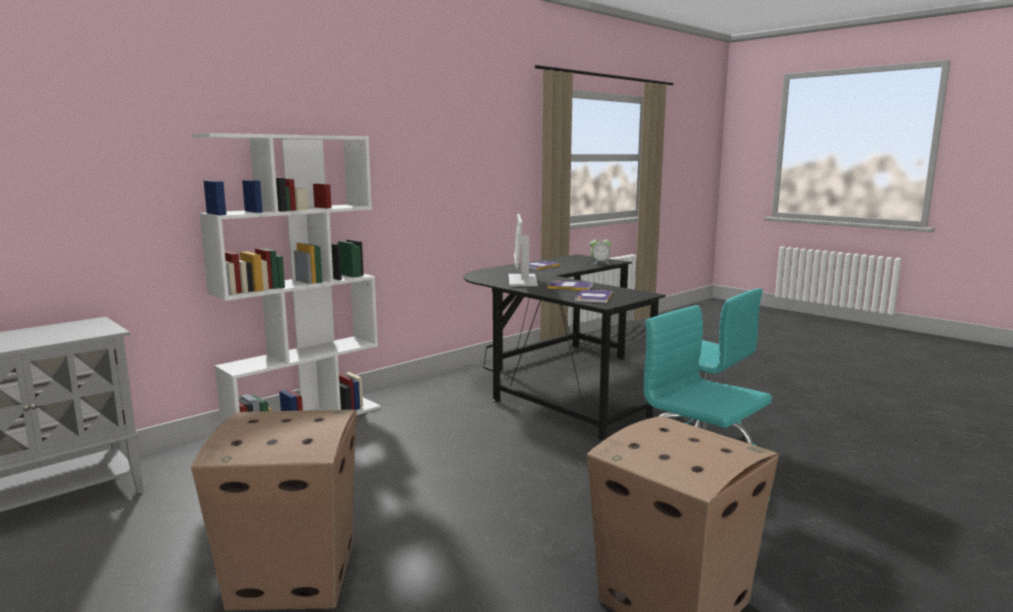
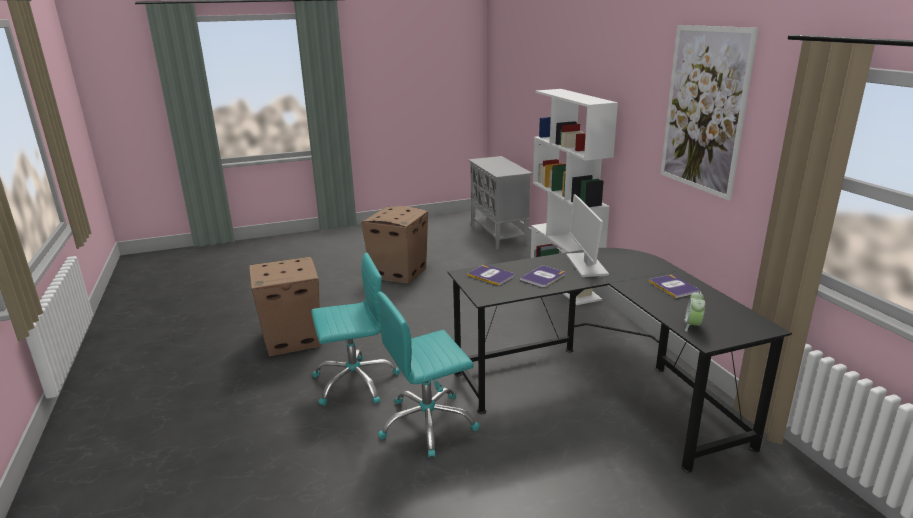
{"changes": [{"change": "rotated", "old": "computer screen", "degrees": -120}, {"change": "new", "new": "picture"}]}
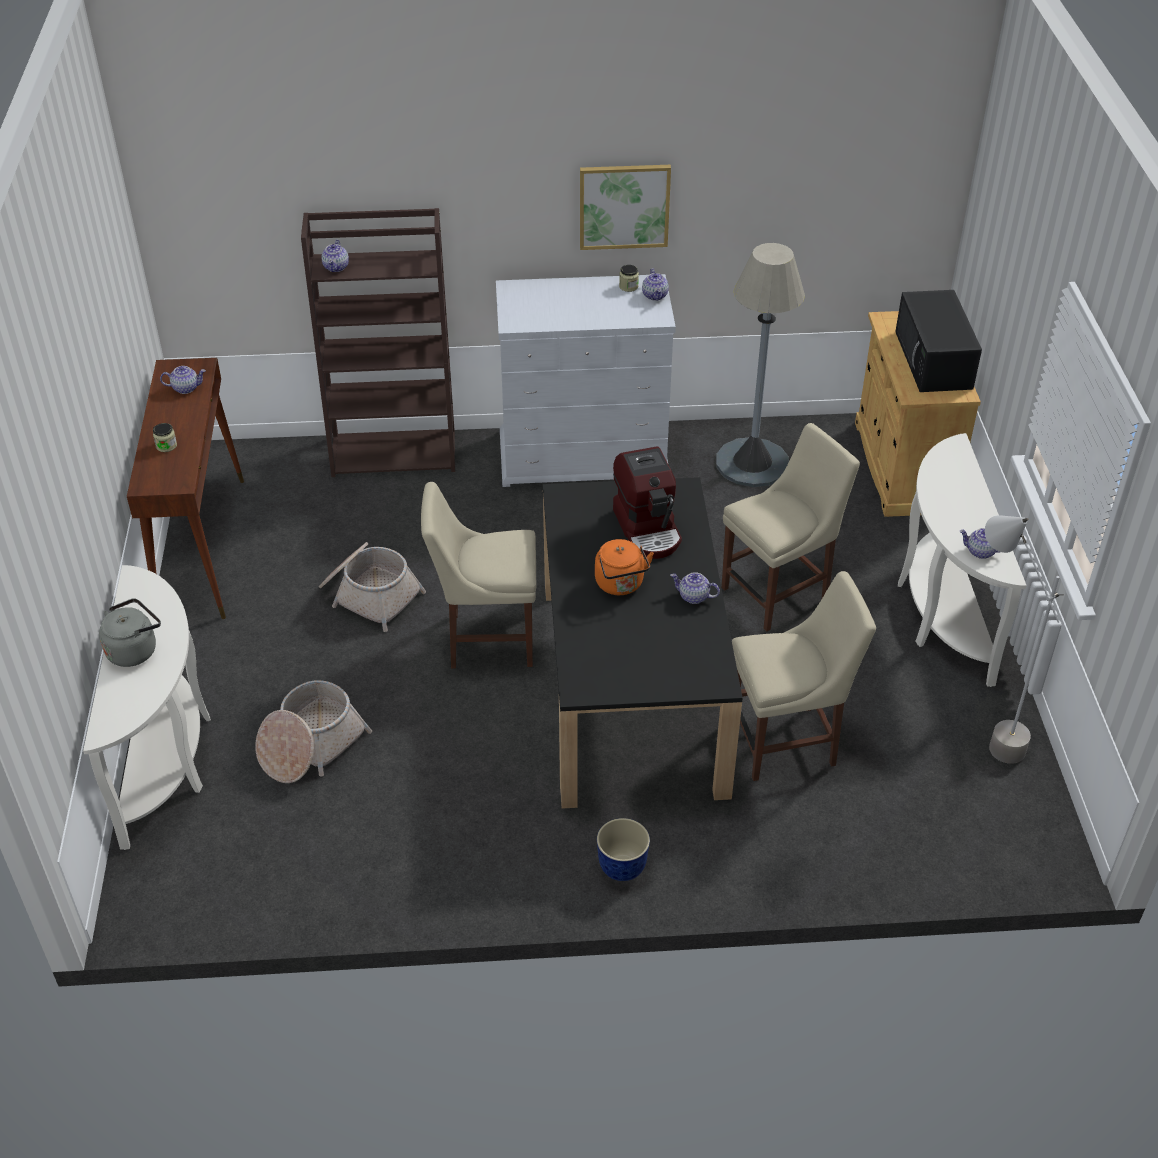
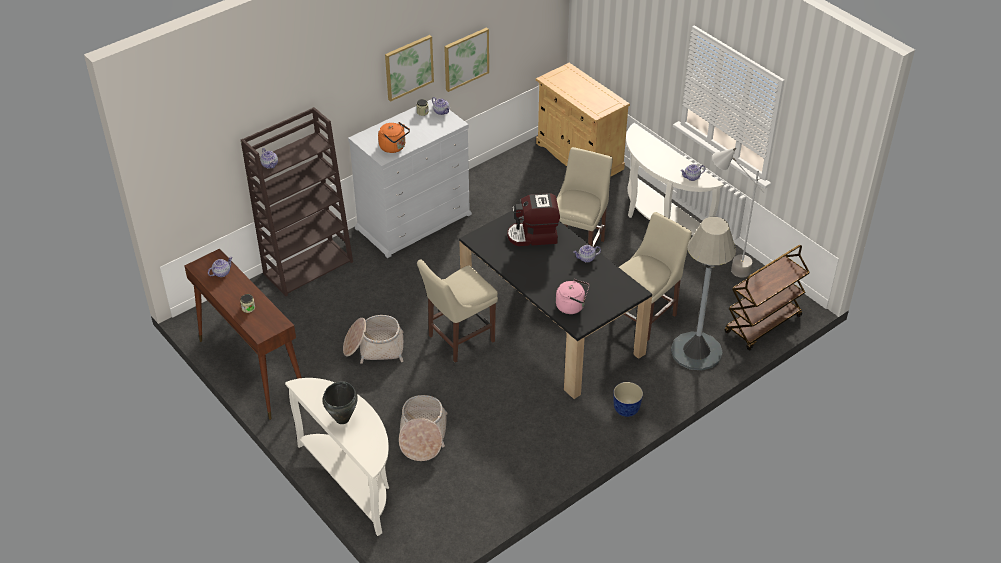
{"changes": [{"change": "swapped", "old": "water kettle (greyish)", "new": "stockpot (blackish)"}, {"change": "shifted", "old": "water kettle (orange-coloured)"}, {"change": "rotated", "old": "coffee maker", "degrees": 135}, {"change": "shifted", "old": "standard lamp (greyish) (no. 1 from left)"}, {"change": "gone", "old": "kitchen microwave (blackish)"}, {"change": "new", "new": "picture (no. 2 from left)"}, {"change": "new", "new": "water kettle (pink)"}, {"change": "new", "new": "trolley (brownish)"}]}
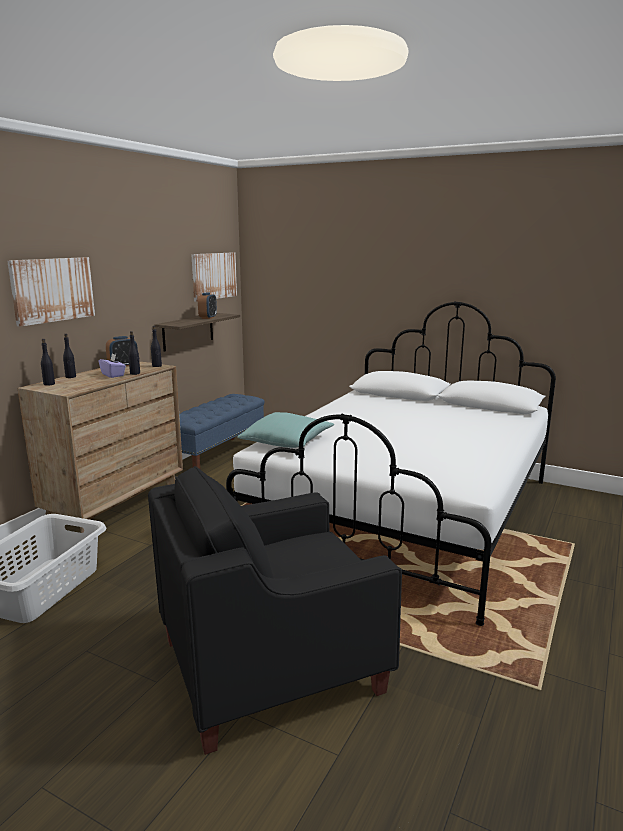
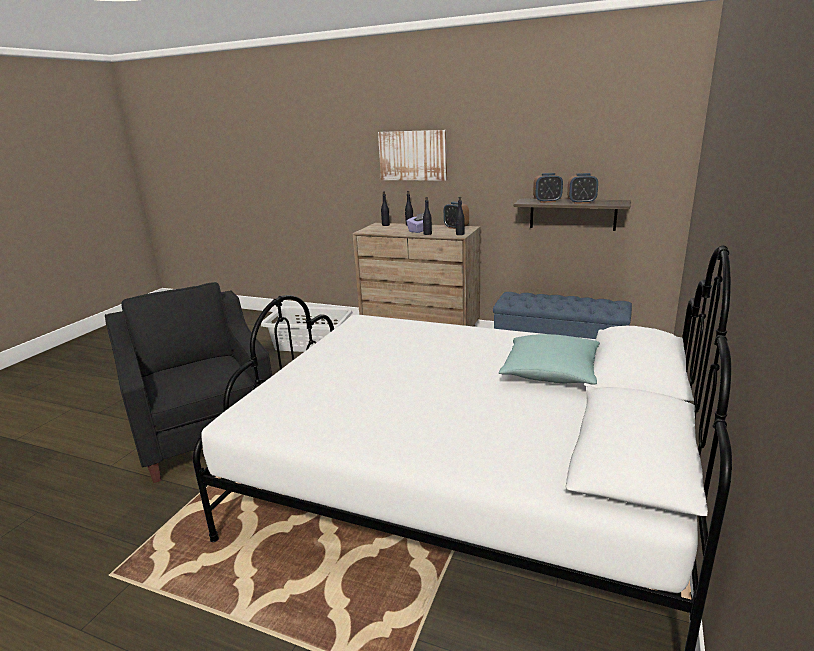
{"changes": [{"change": "gone", "old": "picture (no. 2 from left)"}, {"change": "shifted", "old": "throw pillow (turquoise)"}, {"change": "new", "new": "table clock (no. 2 from left)"}]}
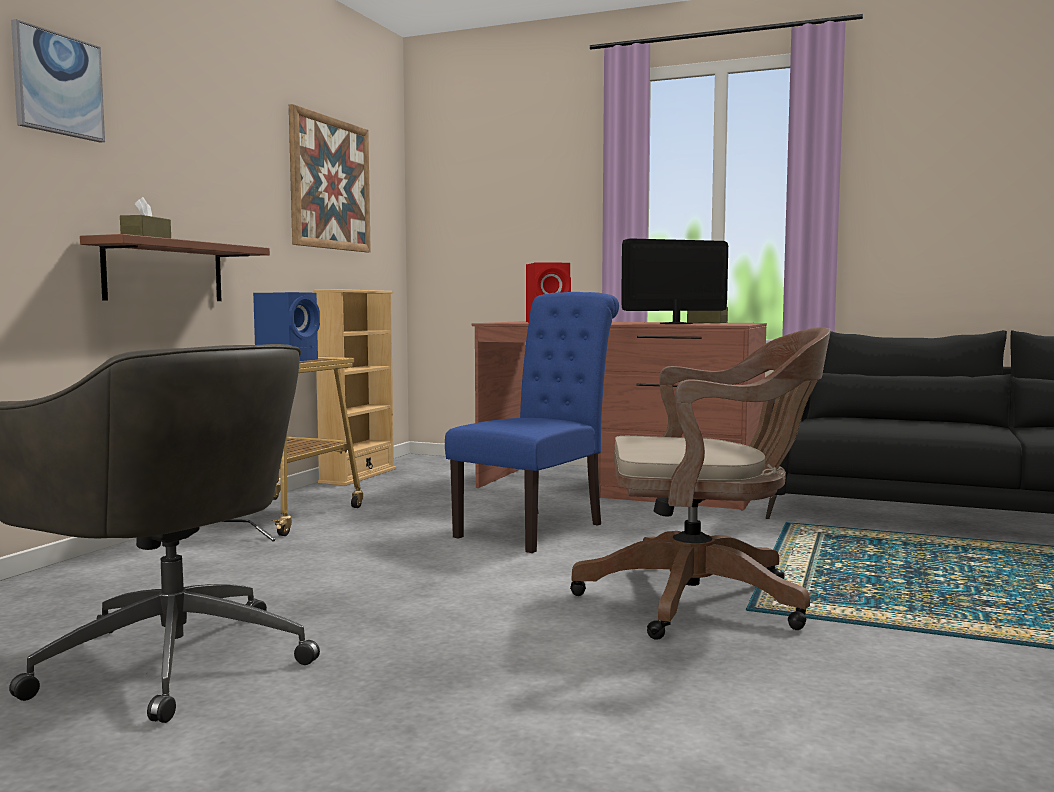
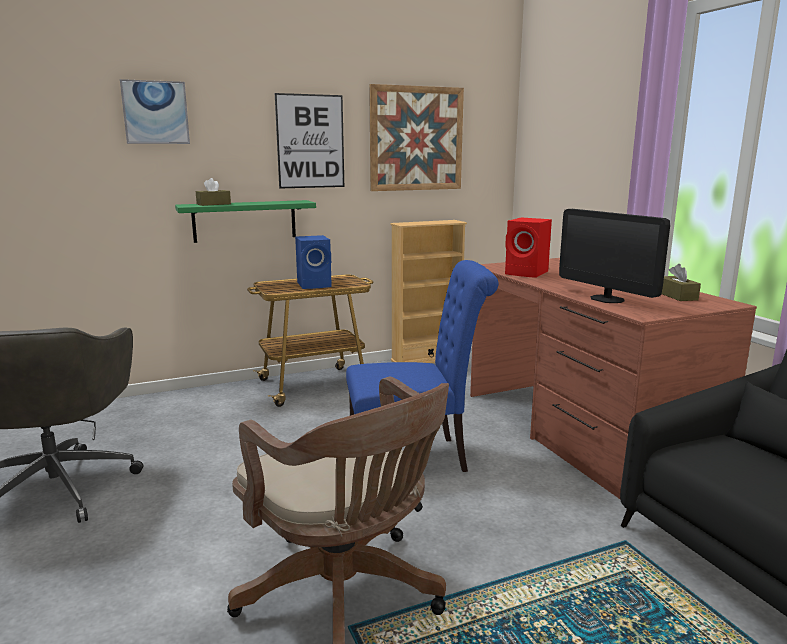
{"changes": [{"change": "repainted", "old": "shelf (brownish)", "new": "shelf (green)"}, {"change": "rotated", "old": "computer screen", "degrees": -150}, {"change": "new", "new": "picture (no. 2 from left)"}]}
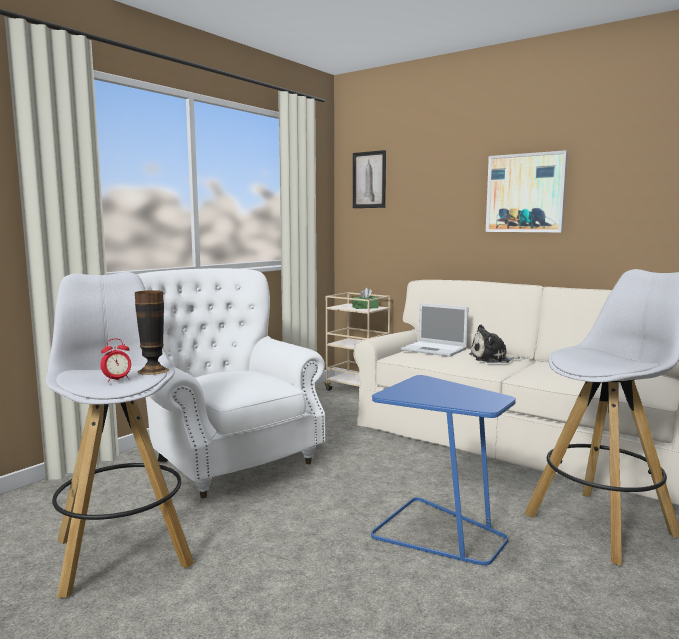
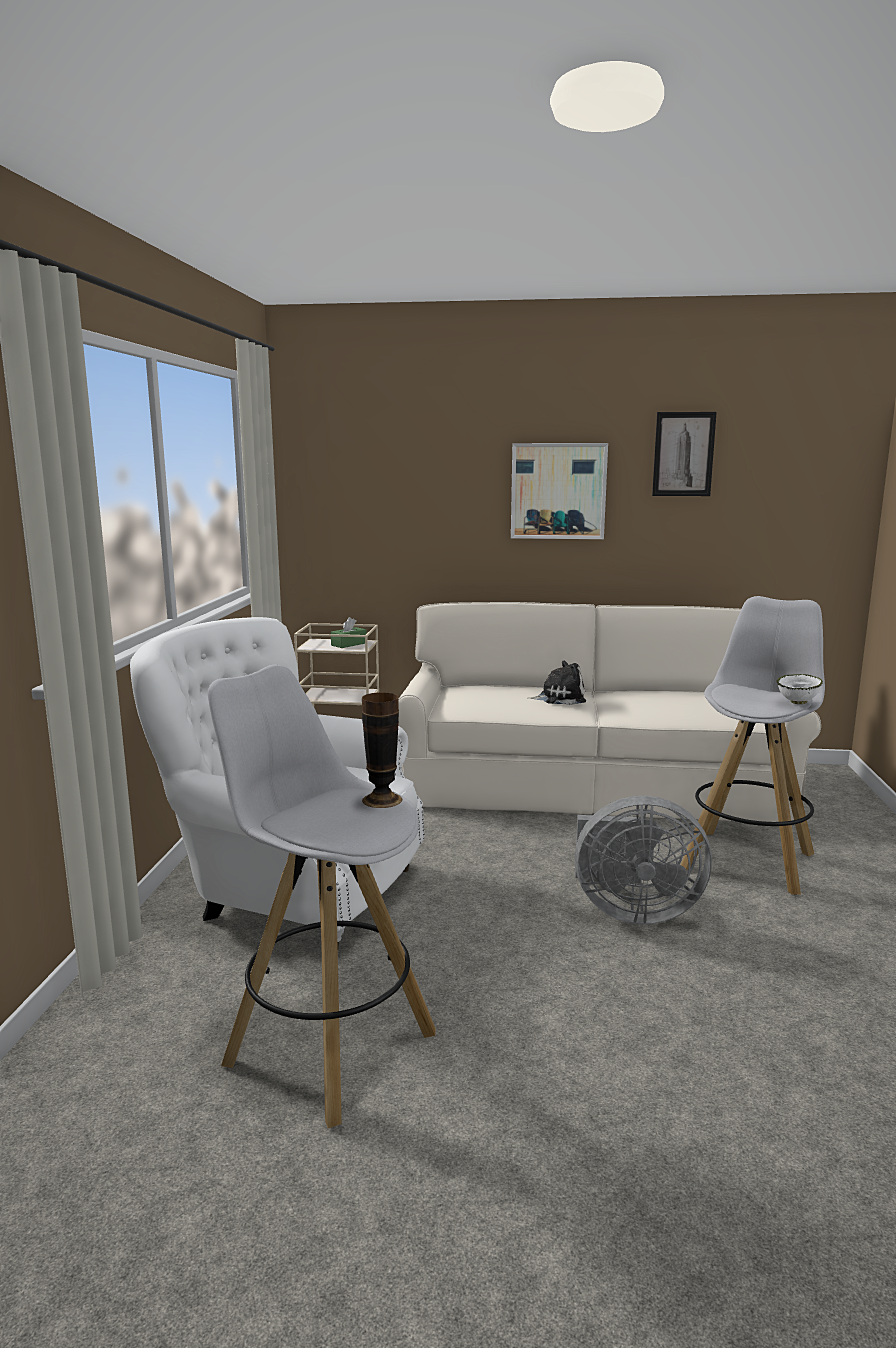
{"changes": [{"change": "gone", "old": "table clock"}, {"change": "shifted", "old": "picture (no. 1 from left in the first image)", "new": "picture (no. 2 from left)"}, {"change": "swapped", "old": "side table (bluish)", "new": "electric fan (greyish)"}, {"change": "gone", "old": "portable computer"}, {"change": "rotated", "old": "soft toy", "degrees": -150}, {"change": "new", "new": "serving bowl (white-coloured)"}]}
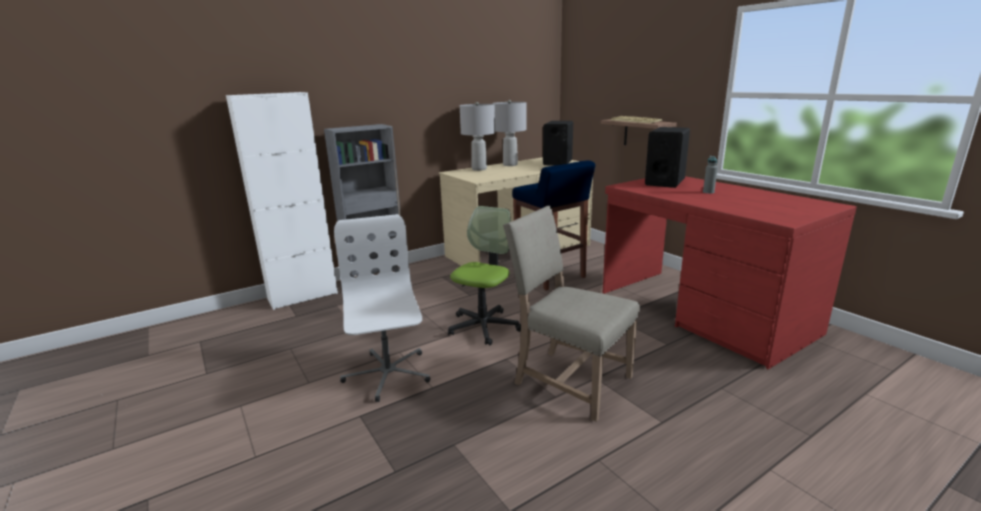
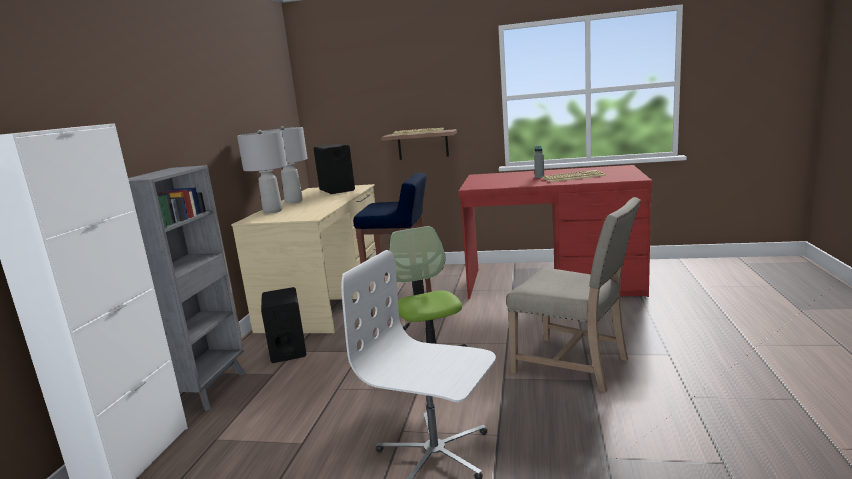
{"changes": [{"change": "rotated", "old": "plain chair (sand-coloured)", "degrees": -135}, {"change": "shifted", "old": "loudspeaker (blackish) (no. 2 from left in the first image)", "new": "loudspeaker (blackish) (no. 1 from left)"}, {"change": "new", "new": "PC keyboard (no. 2 from left)"}]}
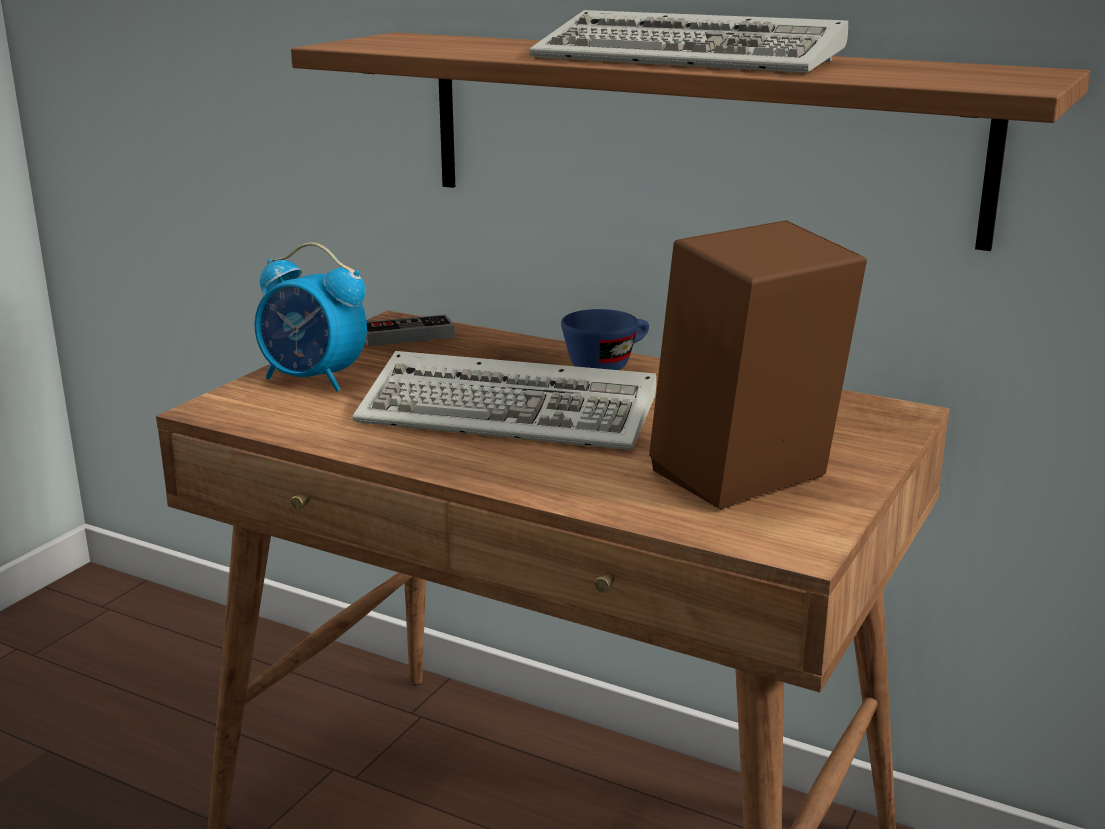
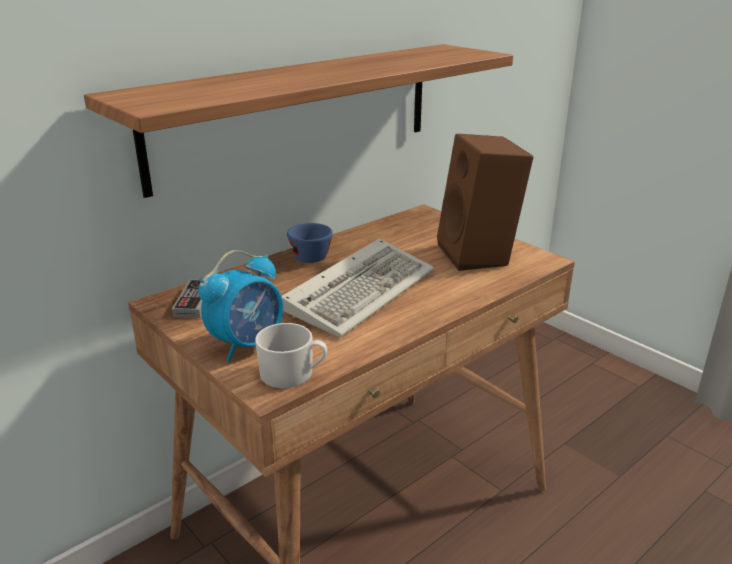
{"changes": [{"change": "gone", "old": "PC keyboard (no. 2 from left)"}, {"change": "new", "new": "tea mug (white-coloured)"}]}
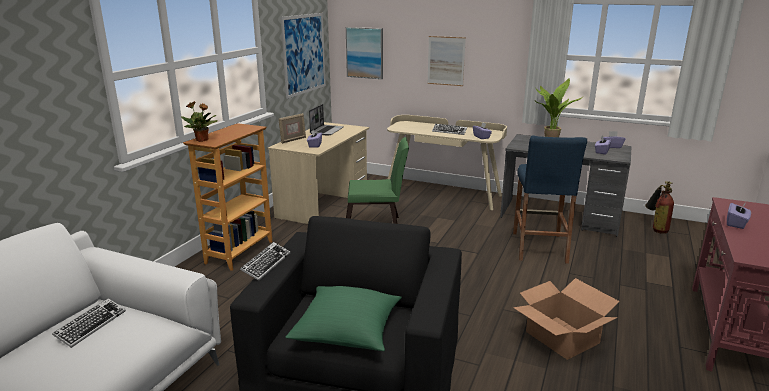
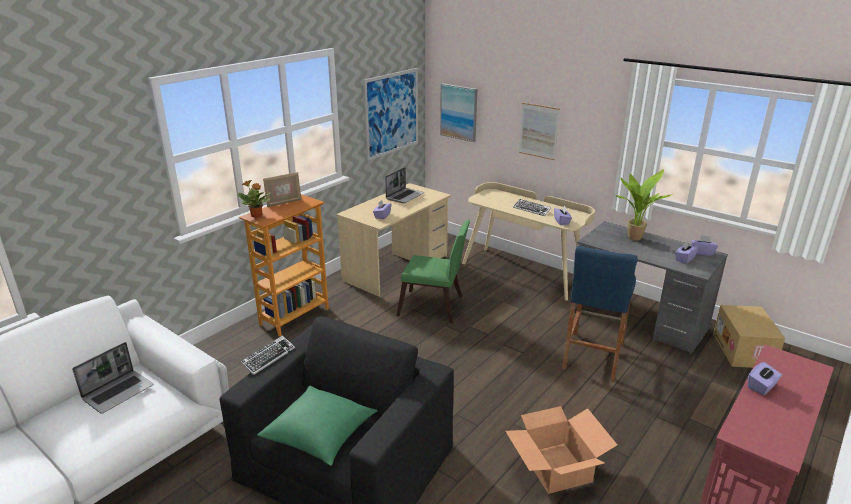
{"changes": [{"change": "swapped", "old": "PC keyboard (no. 1 from left)", "new": "portable computer (no. 1 from left)"}, {"change": "shifted", "old": "photo frame"}, {"change": "swapped", "old": "fire extinguisher", "new": "packing box (no. 2 from left)"}]}
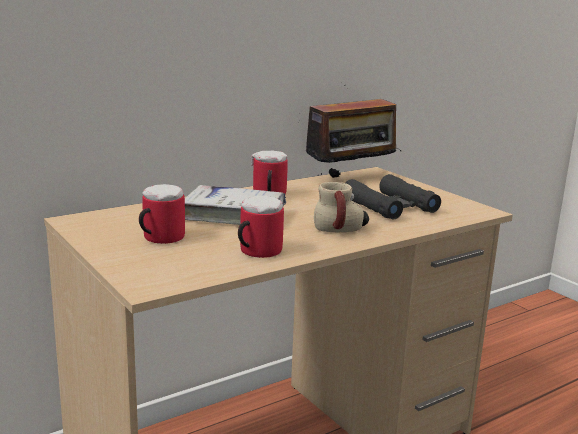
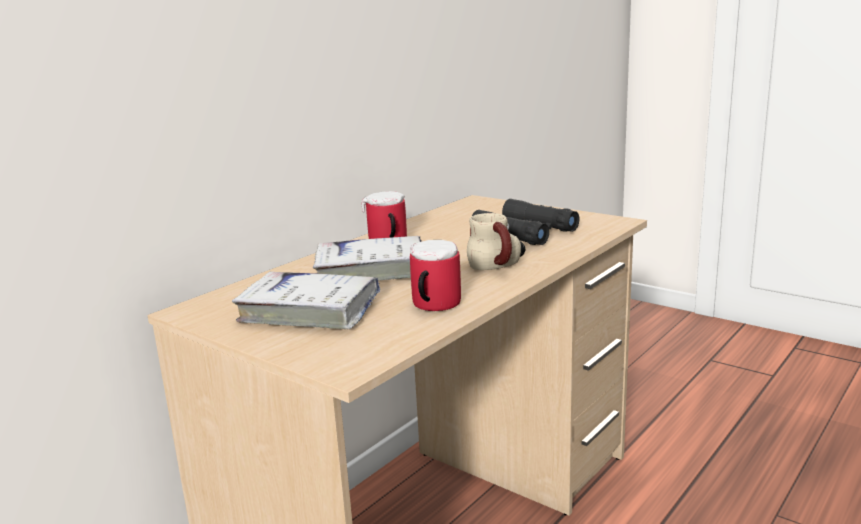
{"changes": [{"change": "swapped", "old": "tea mug (no. 1 from left)", "new": "volume (white-coloured) (no. 1 from left)"}, {"change": "gone", "old": "radio set"}]}
